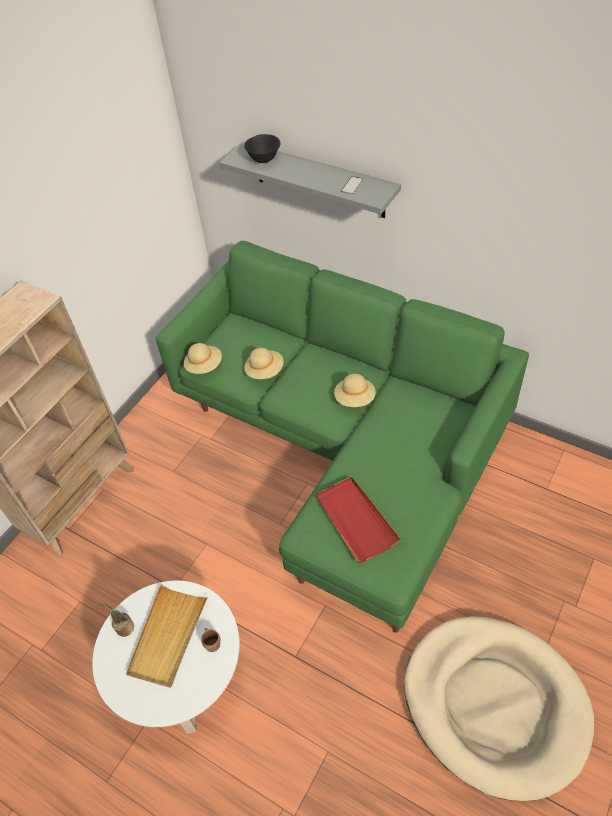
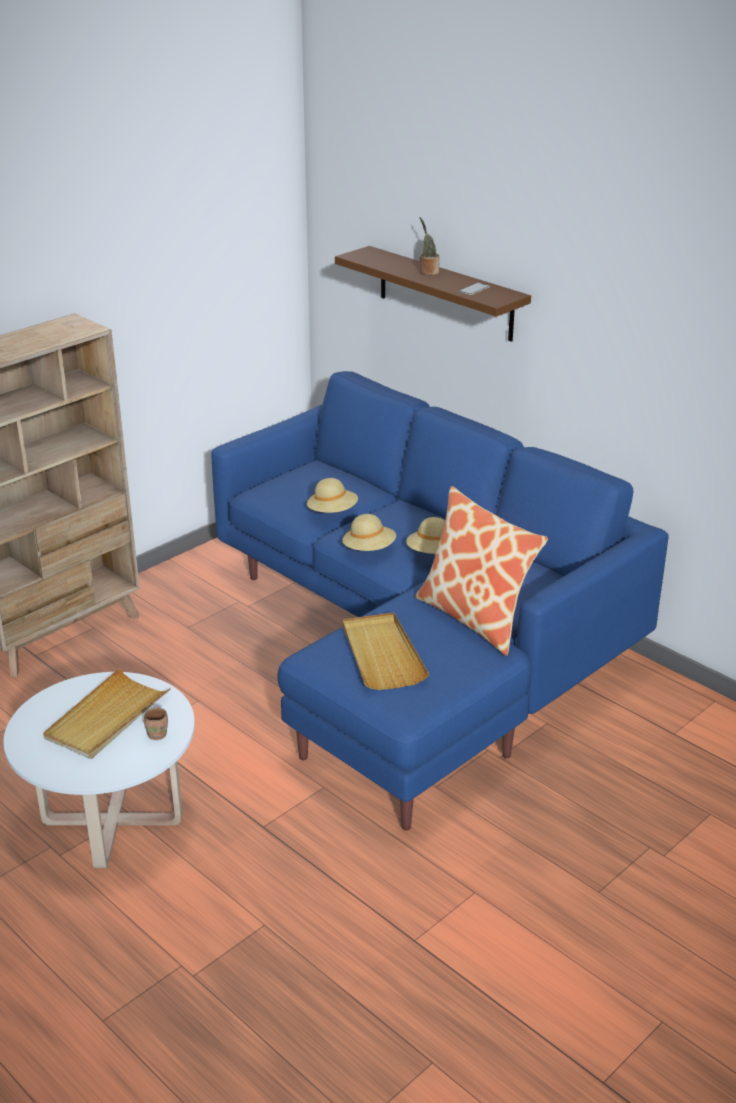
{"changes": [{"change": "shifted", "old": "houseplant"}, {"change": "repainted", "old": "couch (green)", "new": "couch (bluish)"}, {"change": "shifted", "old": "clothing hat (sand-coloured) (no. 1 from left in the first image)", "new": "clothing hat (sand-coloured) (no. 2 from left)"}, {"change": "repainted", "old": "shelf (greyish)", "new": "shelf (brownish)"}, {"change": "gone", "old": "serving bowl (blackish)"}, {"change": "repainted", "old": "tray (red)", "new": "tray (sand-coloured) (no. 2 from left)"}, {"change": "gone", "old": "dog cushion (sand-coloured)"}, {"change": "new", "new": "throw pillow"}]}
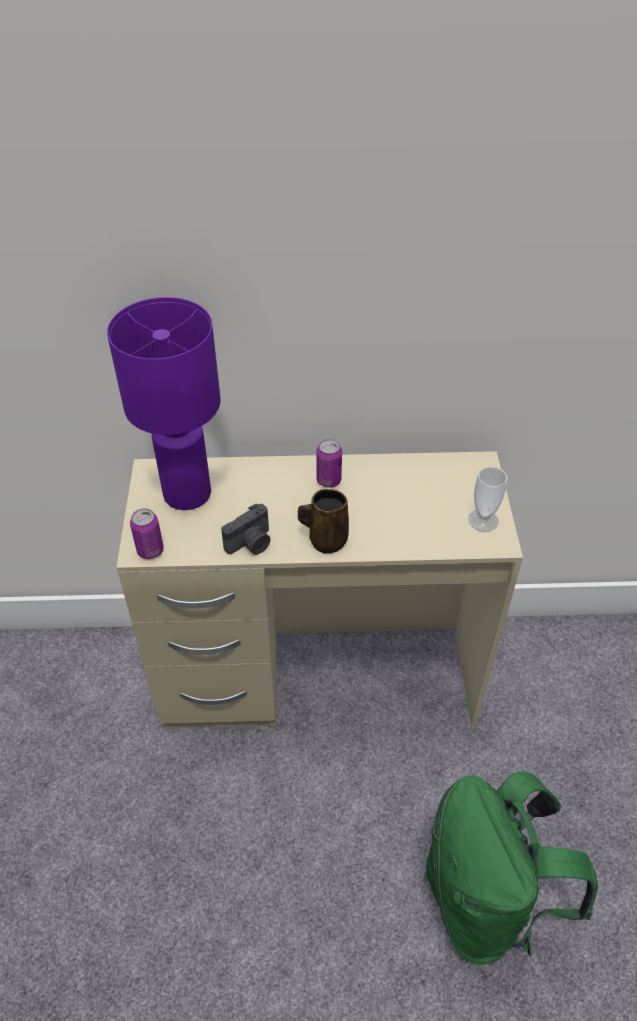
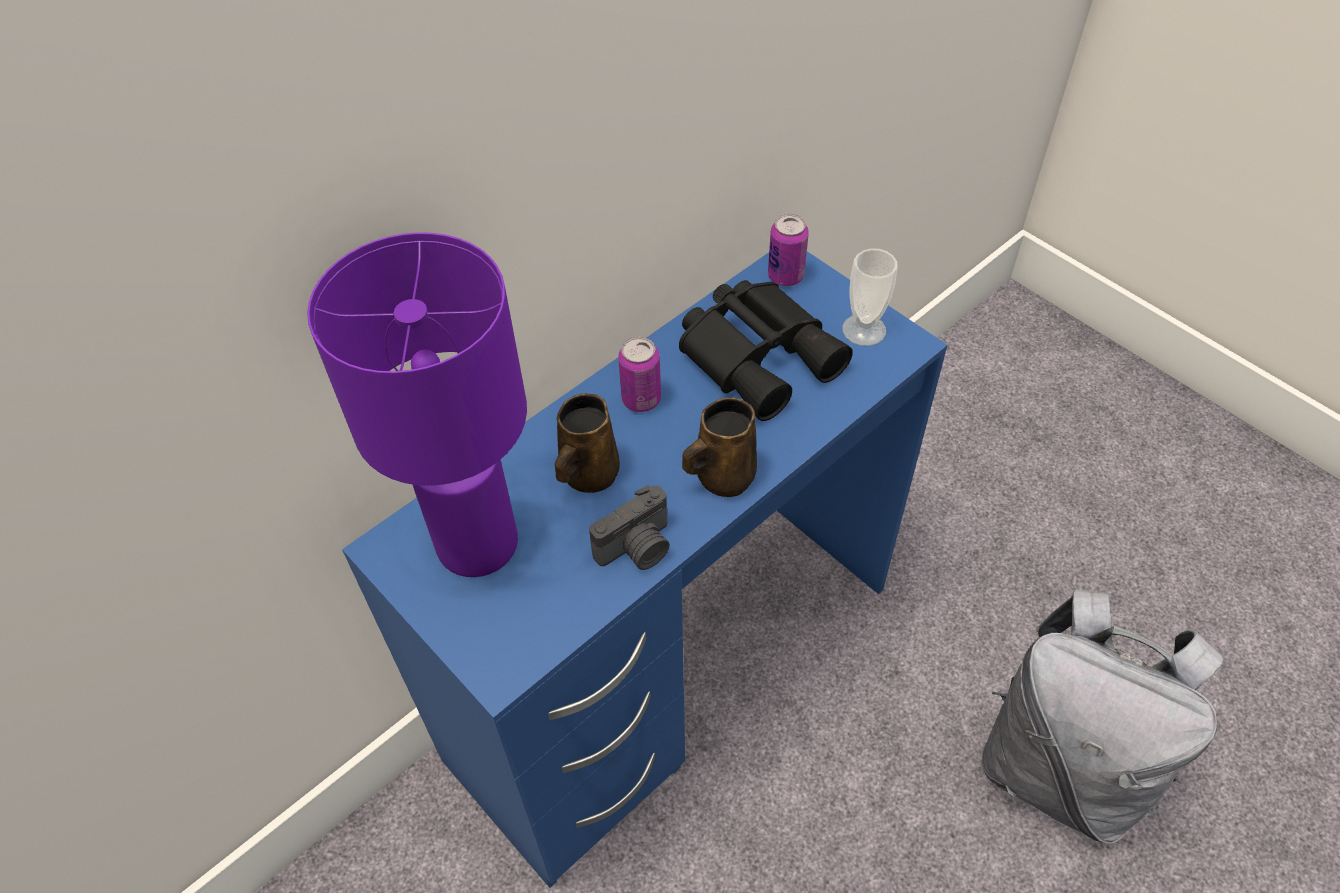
{"changes": [{"change": "repainted", "old": "desk table (sand-coloured)", "new": "desk table (bluish)"}, {"change": "shifted", "old": "sealed can (no. 1 from left in the first image)", "new": "sealed can (no. 2 from left)"}, {"change": "rotated", "old": "still camera", "degrees": 45}, {"change": "repainted", "old": "rucksack (green)", "new": "rucksack (greyish)"}, {"change": "new", "new": "tea mug (brownish) (no. 1 from left)"}, {"change": "new", "new": "field glasses (blackish)"}]}
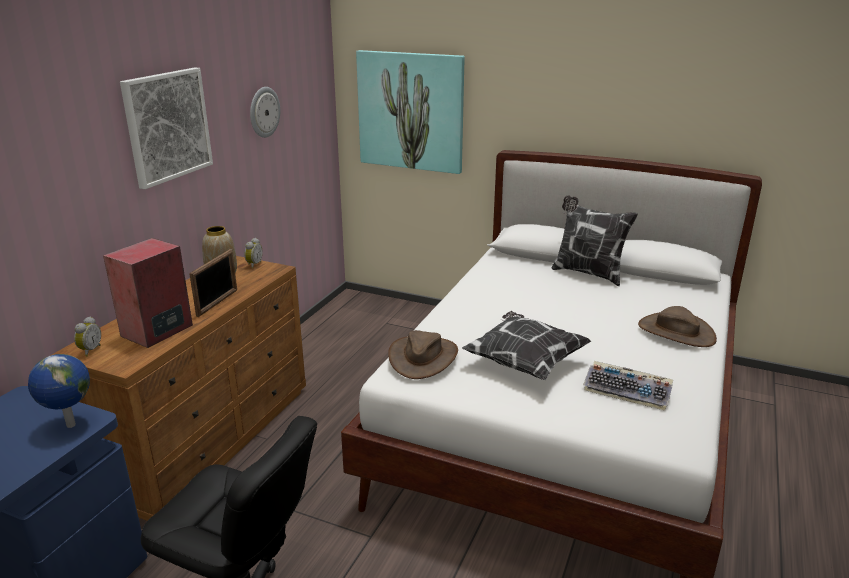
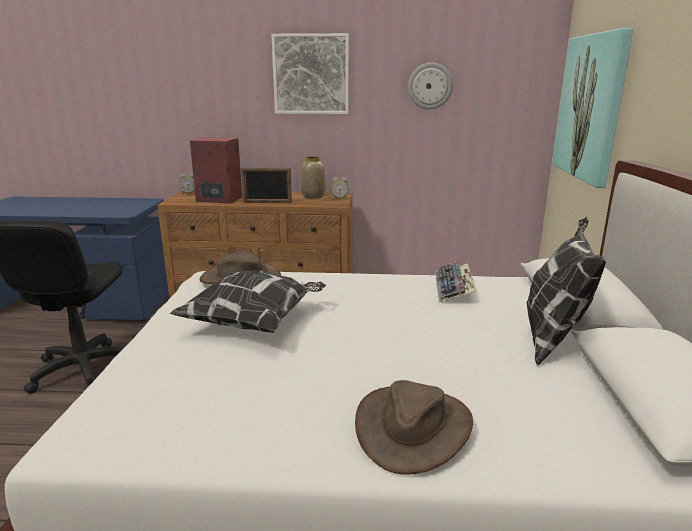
{"changes": [{"change": "gone", "old": "desk globe"}, {"change": "shifted", "old": "PC keyboard"}]}
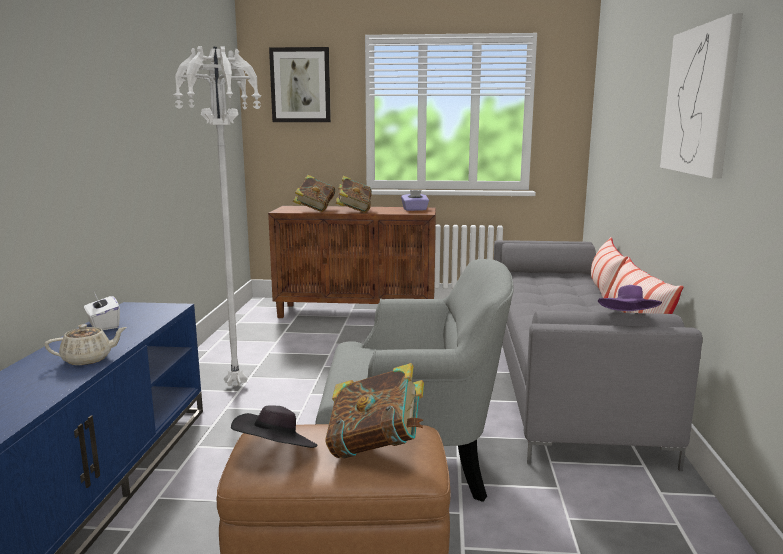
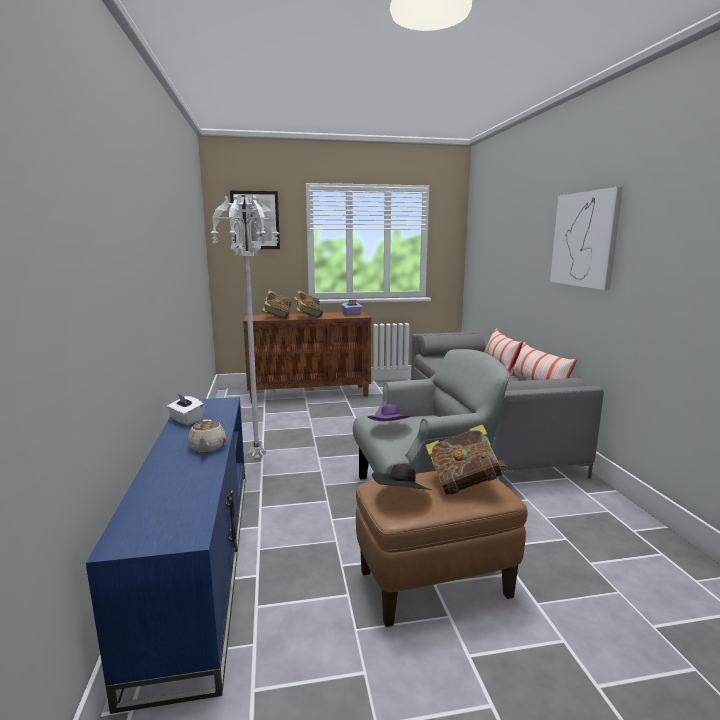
{"changes": [{"change": "rotated", "old": "pot for tea (sand-coloured)", "degrees": 120}, {"change": "shifted", "old": "clothing hat (purple)"}]}
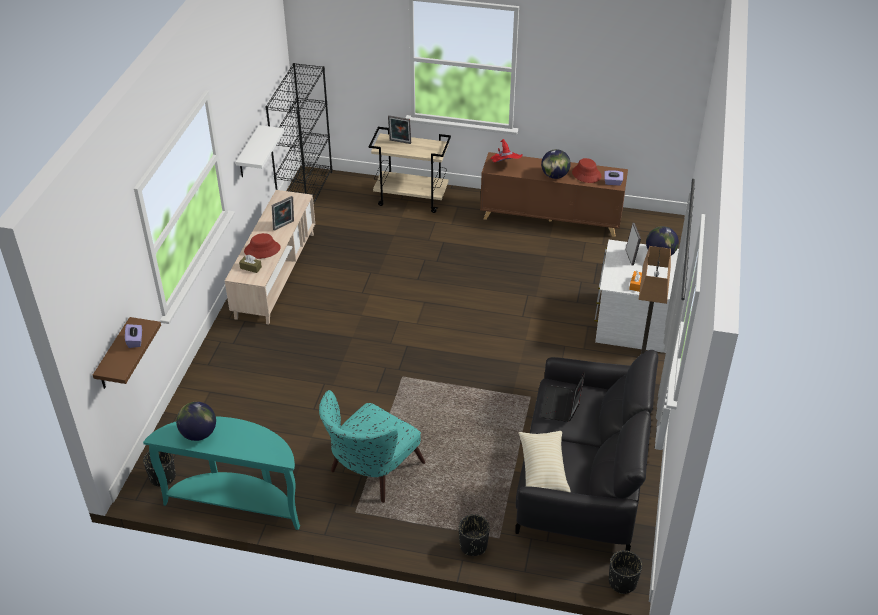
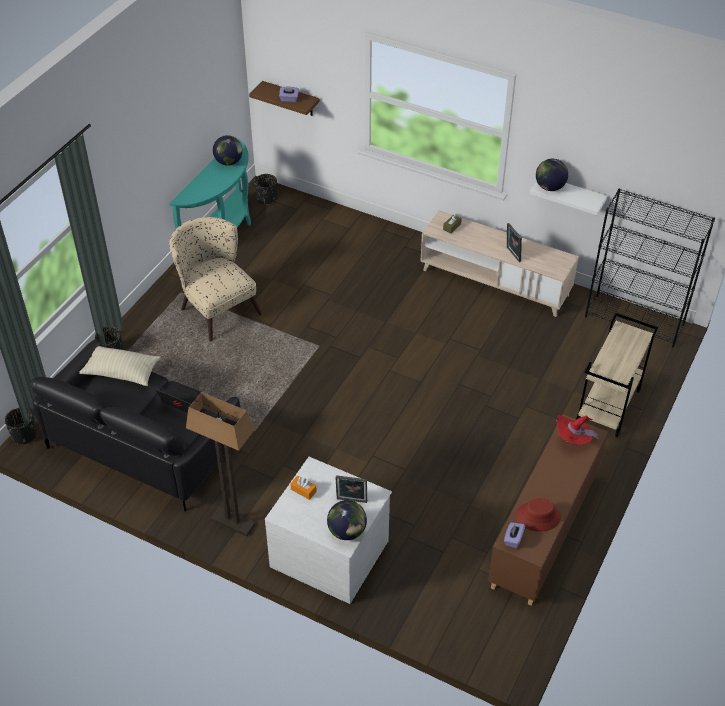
{"changes": [{"change": "gone", "old": "clothing hat (red) (no. 1 from left)"}, {"change": "repainted", "old": "armchair (turquoise)", "new": "armchair (sand-coloured)"}, {"change": "gone", "old": "photo frame (no. 2 from left)"}, {"change": "shifted", "old": "desk globe (no. 2 from left in the first image)", "new": "desk globe (no. 3 from left)"}]}
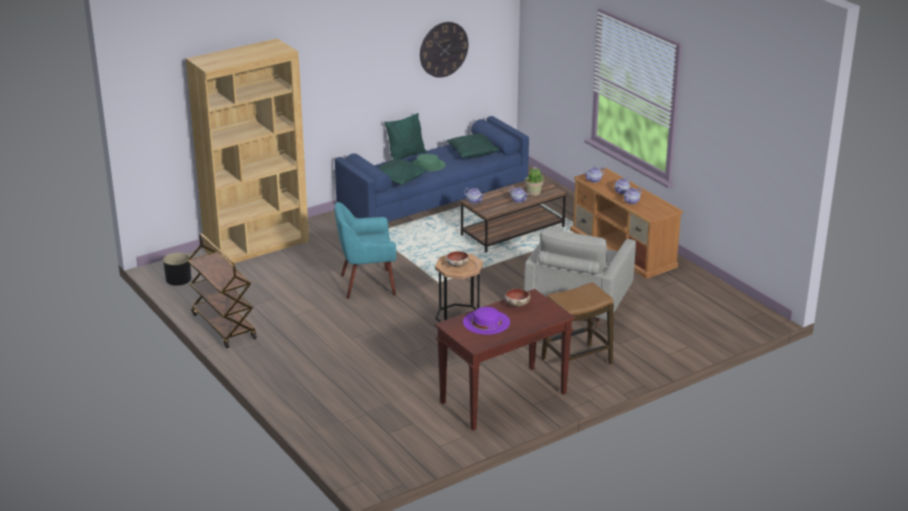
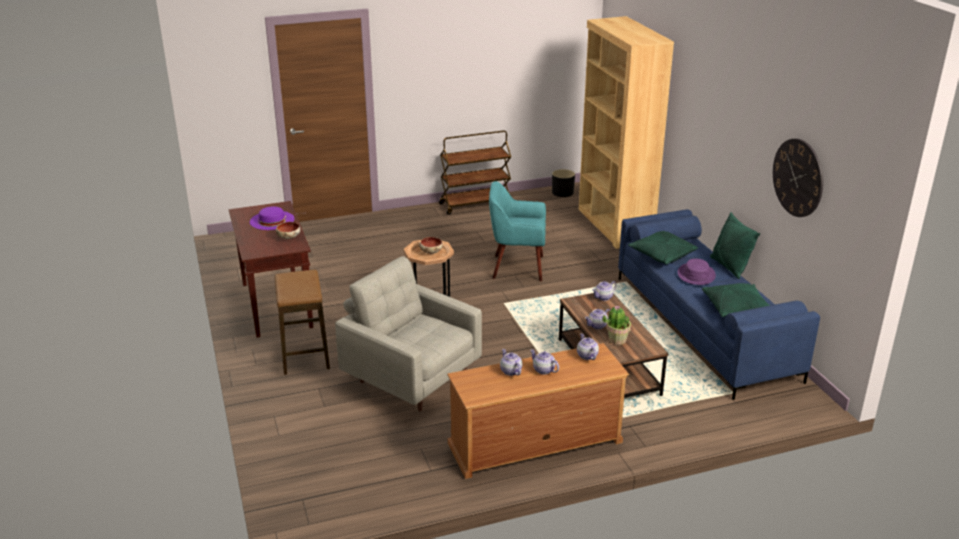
{"changes": [{"change": "rotated", "old": "armchair (turquoise)", "degrees": -90}, {"change": "repainted", "old": "clothing hat (green)", "new": "clothing hat (purple) (no. 2 from left)"}]}
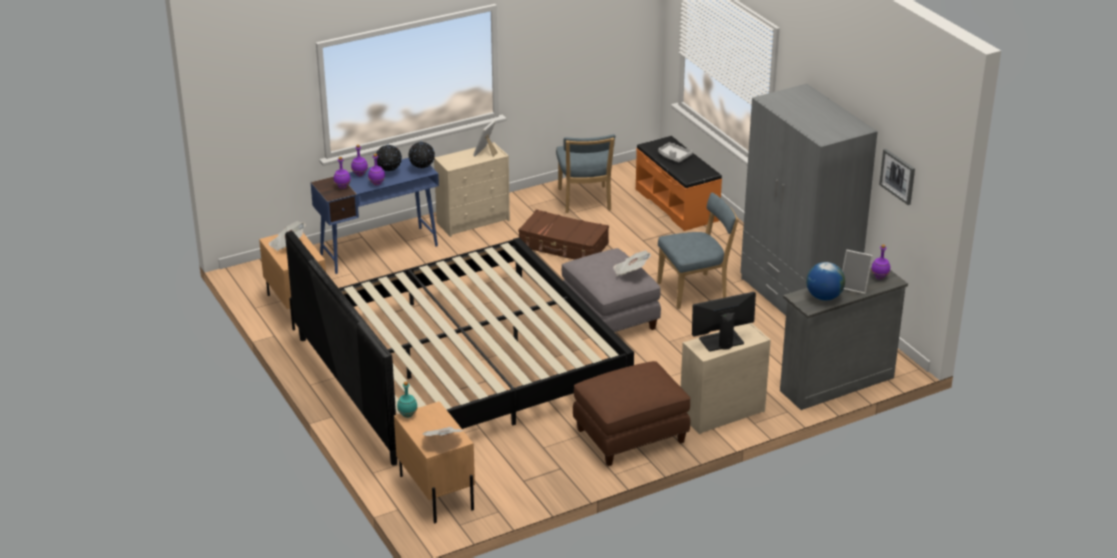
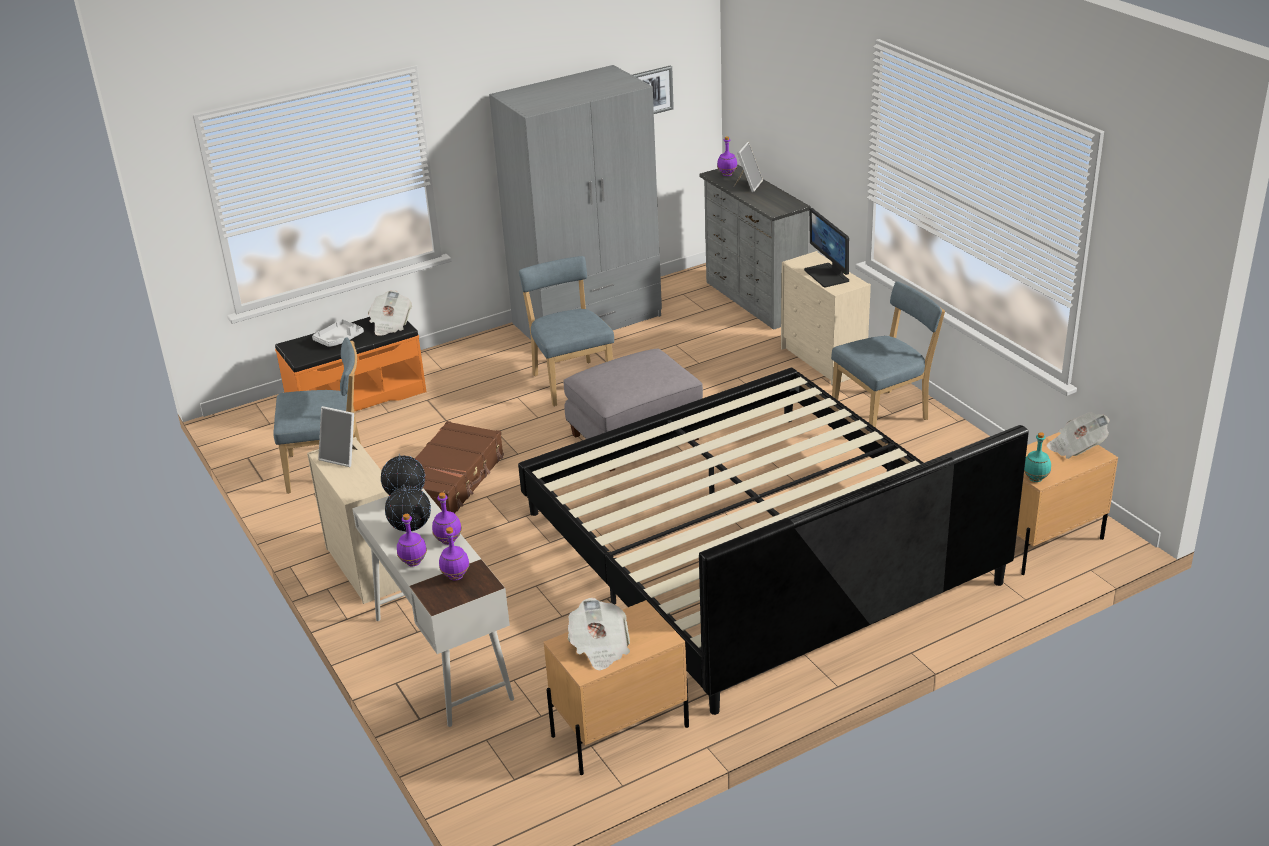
{"changes": [{"change": "repainted", "old": "desk table (bluish)", "new": "desk table (white-coloured)"}, {"change": "swapped", "old": "pouffe (brownish)", "new": "plain chair (bluish) (no. 3 from left)"}, {"change": "shifted", "old": "newspaper (no. 3 from left in the first image)", "new": "newspaper (no. 1 from left)"}, {"change": "gone", "old": "desk globe (no. 3 from left)"}]}
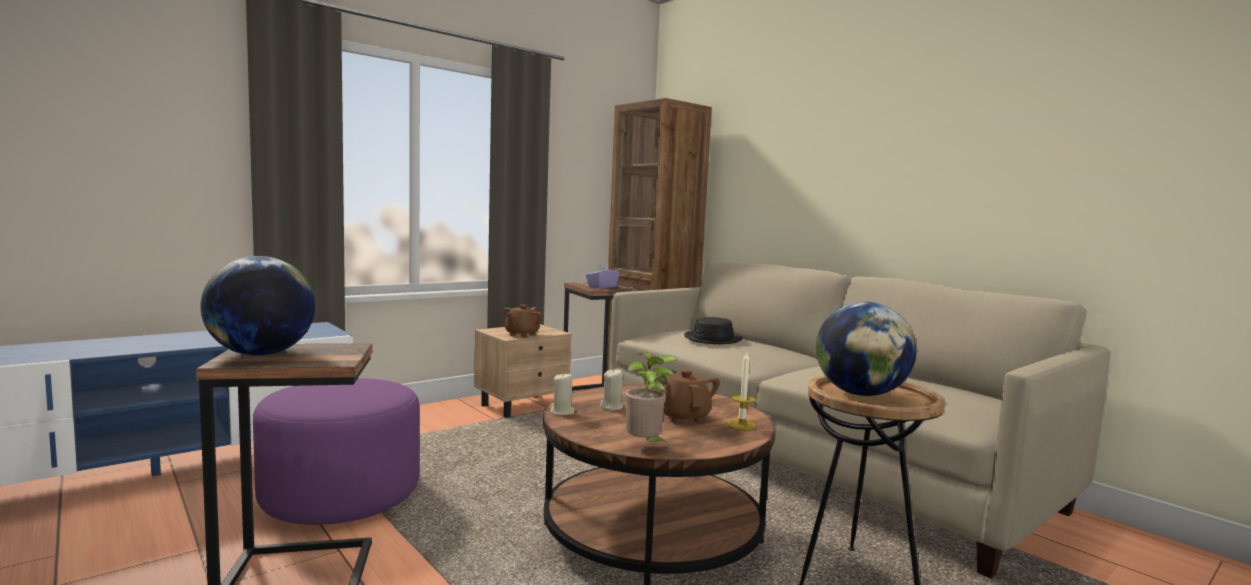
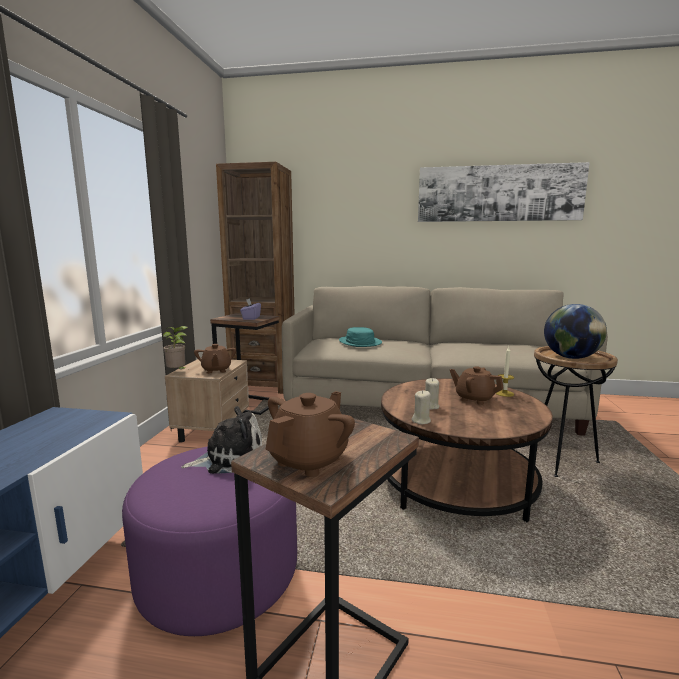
{"changes": [{"change": "swapped", "old": "desk globe (no. 1 from left)", "new": "pot for tea (brownish) (no. 2 from left)"}, {"change": "shifted", "old": "houseplant"}, {"change": "repainted", "old": "clothing hat (blackish)", "new": "clothing hat (turquoise)"}, {"change": "new", "new": "soft toy"}, {"change": "new", "new": "picture"}]}
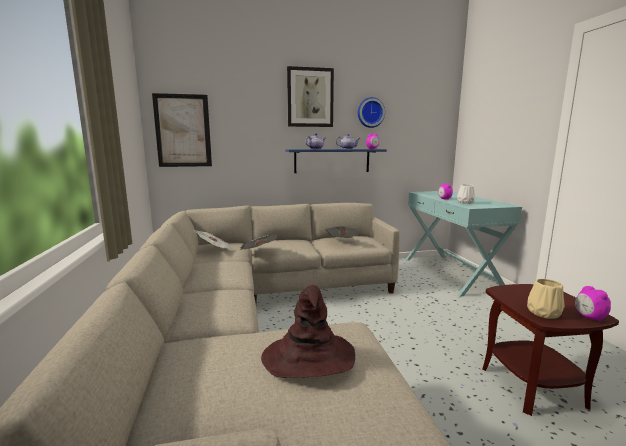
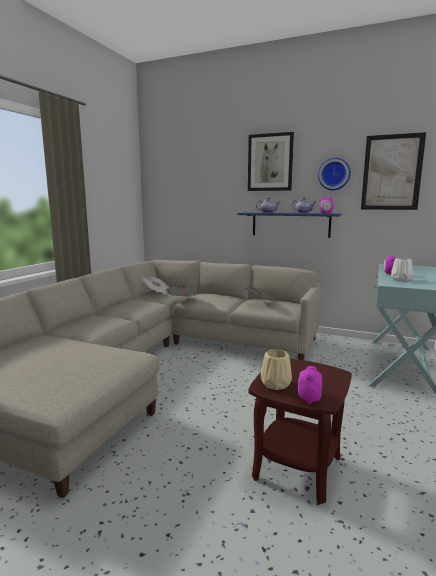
{"changes": [{"change": "shifted", "old": "picture (no. 1 from left in the first image)", "new": "picture (no. 2 from left)"}, {"change": "gone", "old": "clothing hat (brownish)"}]}
